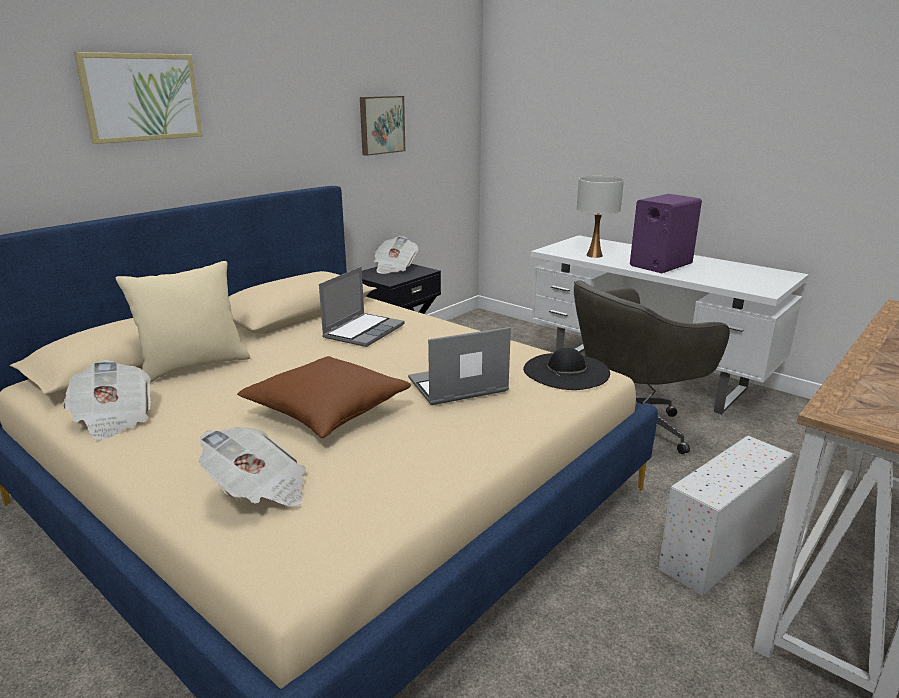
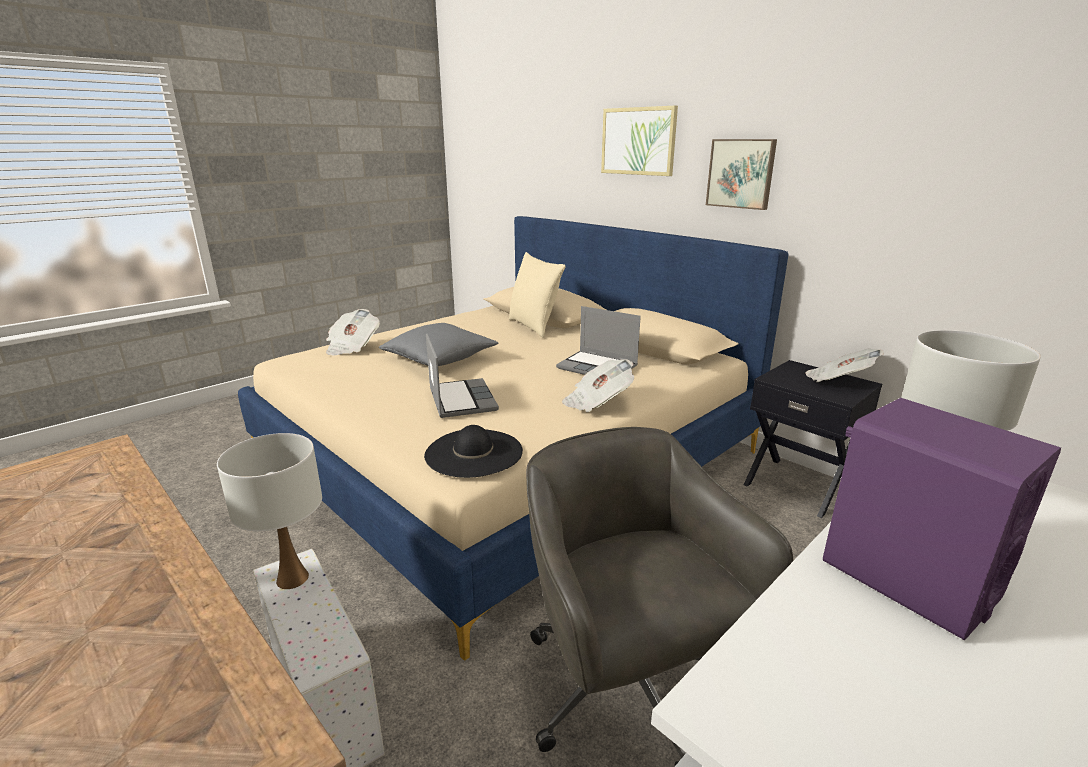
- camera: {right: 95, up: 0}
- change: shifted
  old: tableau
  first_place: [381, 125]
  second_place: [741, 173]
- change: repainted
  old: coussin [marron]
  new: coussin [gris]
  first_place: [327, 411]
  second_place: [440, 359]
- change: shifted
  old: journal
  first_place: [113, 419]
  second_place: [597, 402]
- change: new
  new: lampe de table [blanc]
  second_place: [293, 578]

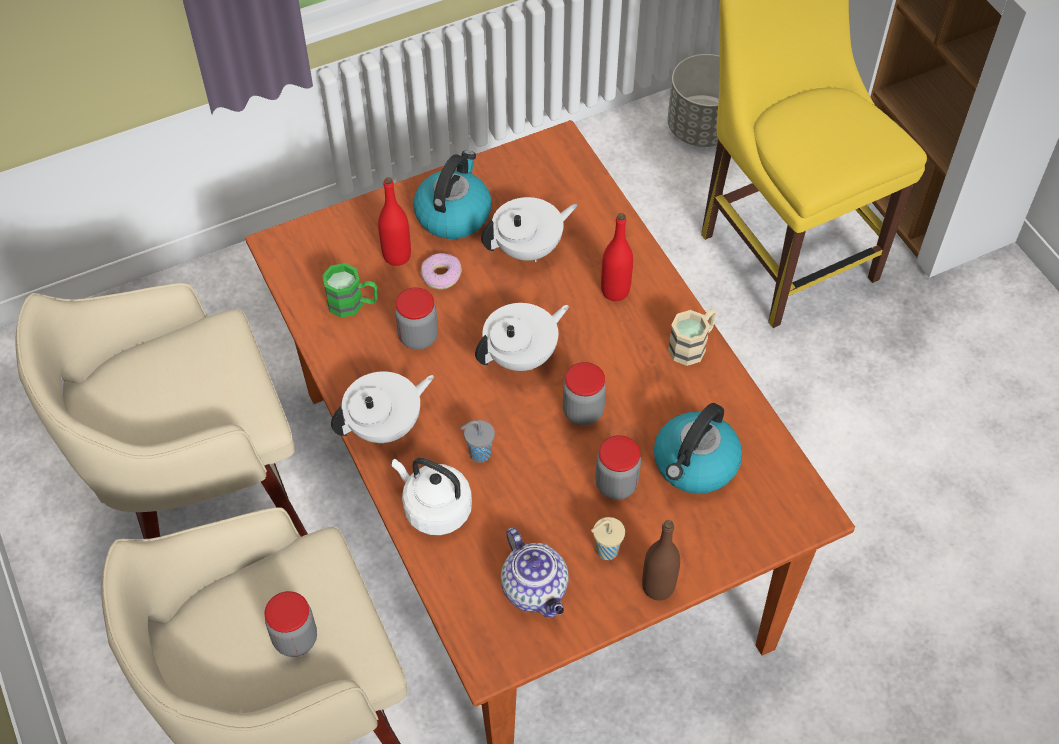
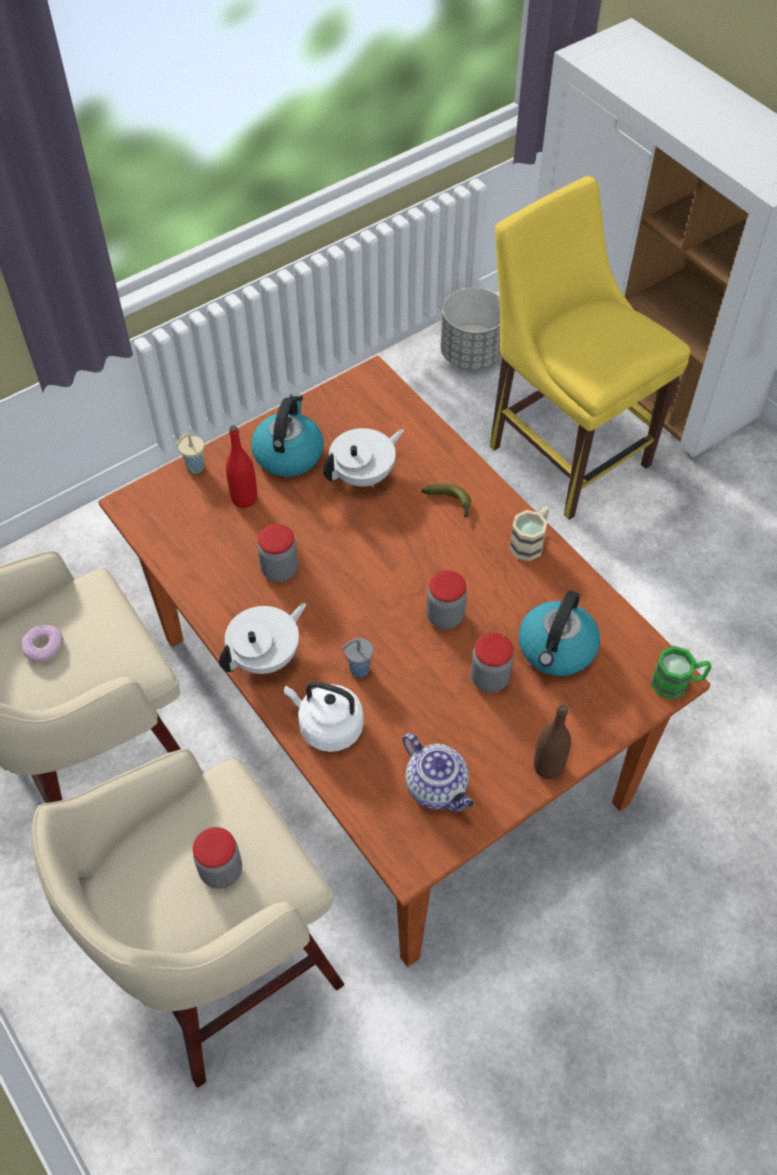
- camera: {right: -10, up: 0}
- change: swapped
  old: bouteille [rouge]
  new: banane
  first_place: [615, 291]
  second_place: [450, 503]
- change: shifted
  old: beignet
  first_place: [441, 275]
  second_place: [43, 647]
- change: shifted
  old: mug [vert]
  first_place: [353, 303]
  second_place: [677, 683]
- change: gone
  old: théière [blanc]
  first_place: [522, 356]
- change: shifted
  old: tasse [beige]
  first_place: [605, 551]
  second_place: [194, 468]

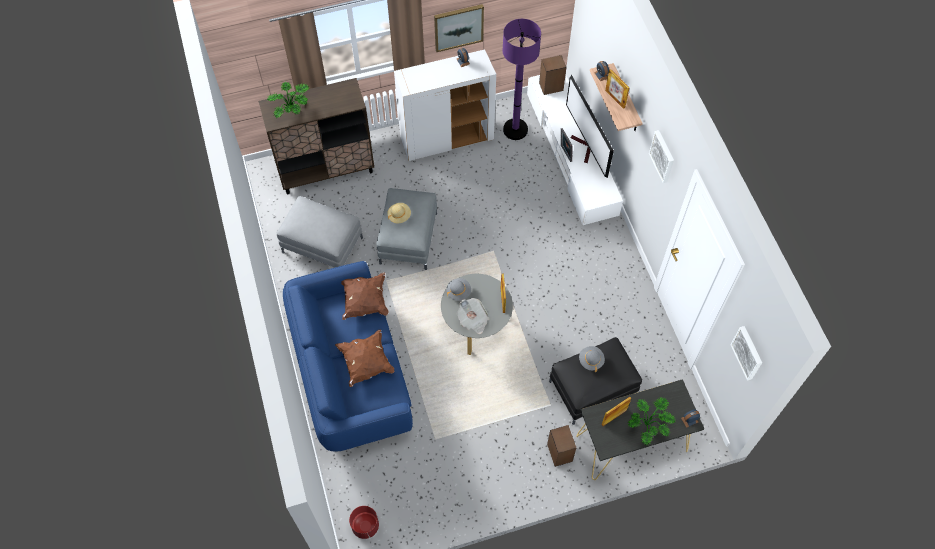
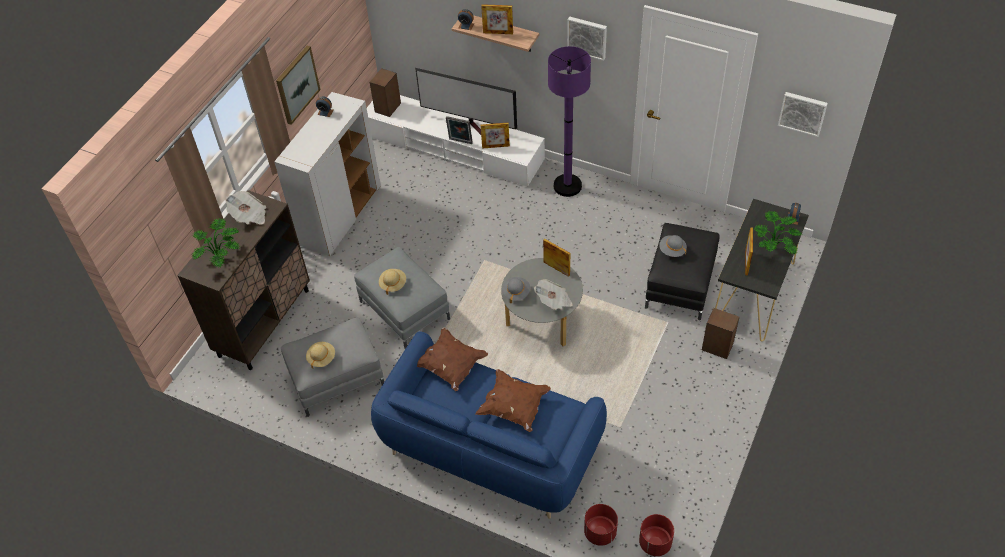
- camera: {right: -45, up: -10}
- change: shifted
  old: lampadaire [violet]
  first_place: [515, 130]
  second_place: [567, 186]
- change: new
  new: cadre photo
  second_place: [495, 146]
- change: new
  new: journal
  second_place: [249, 216]
- change: new
  new: chapeau [beige]
  second_place: [321, 358]
- change: new
  new: cache-pot [rouge]
  second_place: [599, 532]

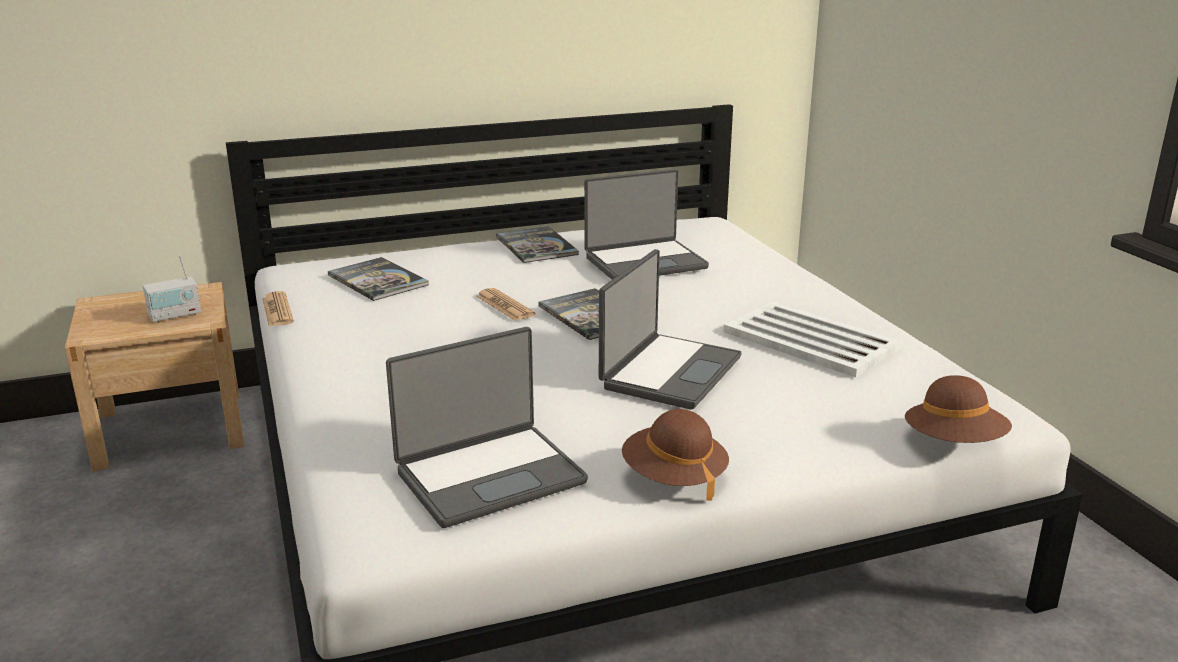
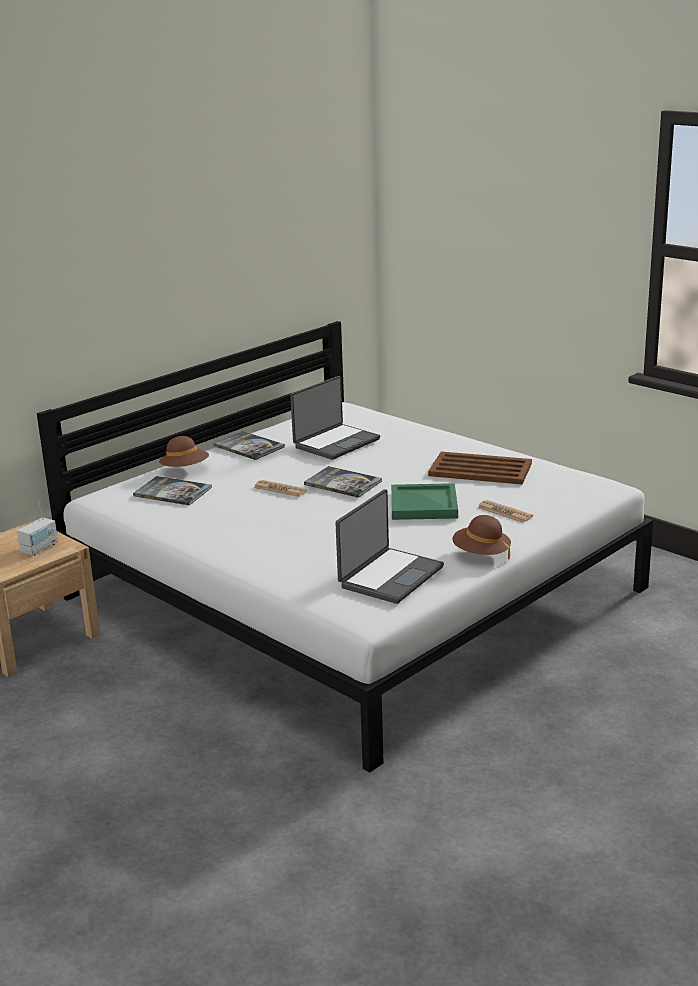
- camera: {right: -25, up: 0}
- change: swapped
  old: ordinateur portable
  new: plateau [vert]
  first_place: [669, 372]
  second_place: [422, 505]
- change: shifted
  old: journal
  first_place: [277, 310]
  second_place: [504, 512]
- change: repainted
  old: plateau [blanc]
  new: plateau [marron]
  first_place: [809, 339]
  second_place: [479, 469]
- change: shifted
  old: chapeau [marron]
  first_place: [954, 443]
  second_place: [185, 469]

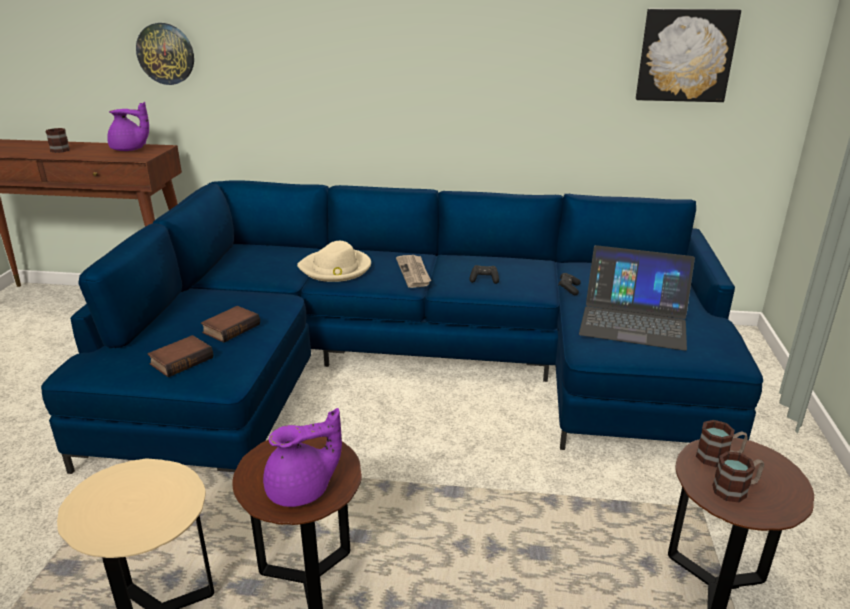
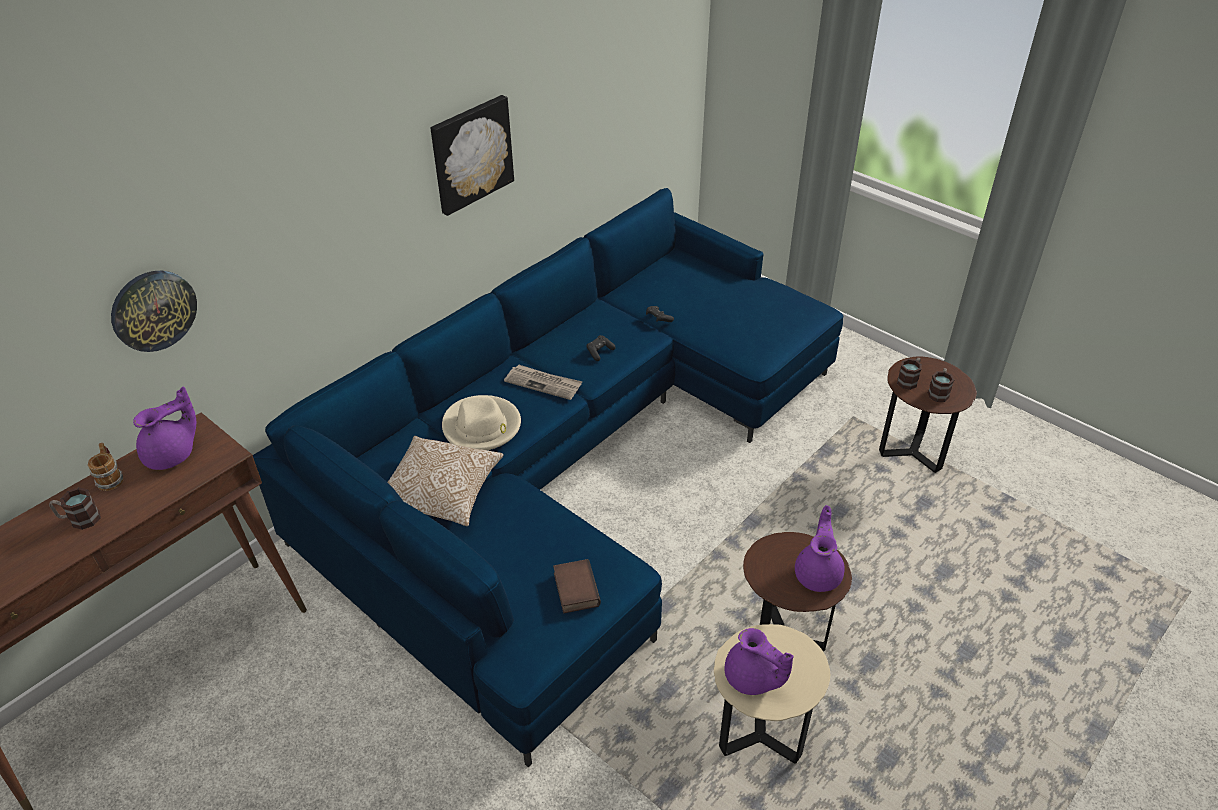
- camera: {right: -55, up: 15}
- change: shifted
  old: tableau
  first_place: [685, 55]
  second_place: [471, 153]
- change: gone
  old: ordinateur portable
  first_place: [633, 321]
- change: gone
  old: livre
  first_place: [231, 328]
- change: new
  new: coussin
  second_place: [441, 493]
- change: new
  new: mug
  second_place: [111, 478]
- change: new
  new: théière [violet]
  second_place: [752, 679]

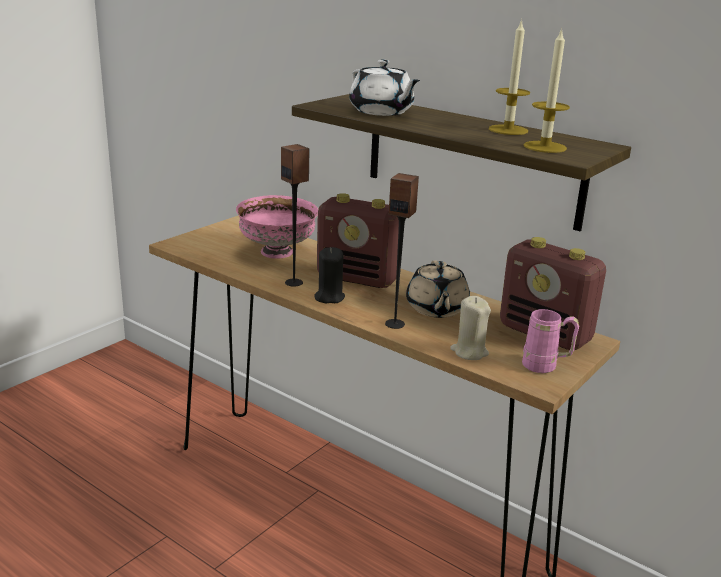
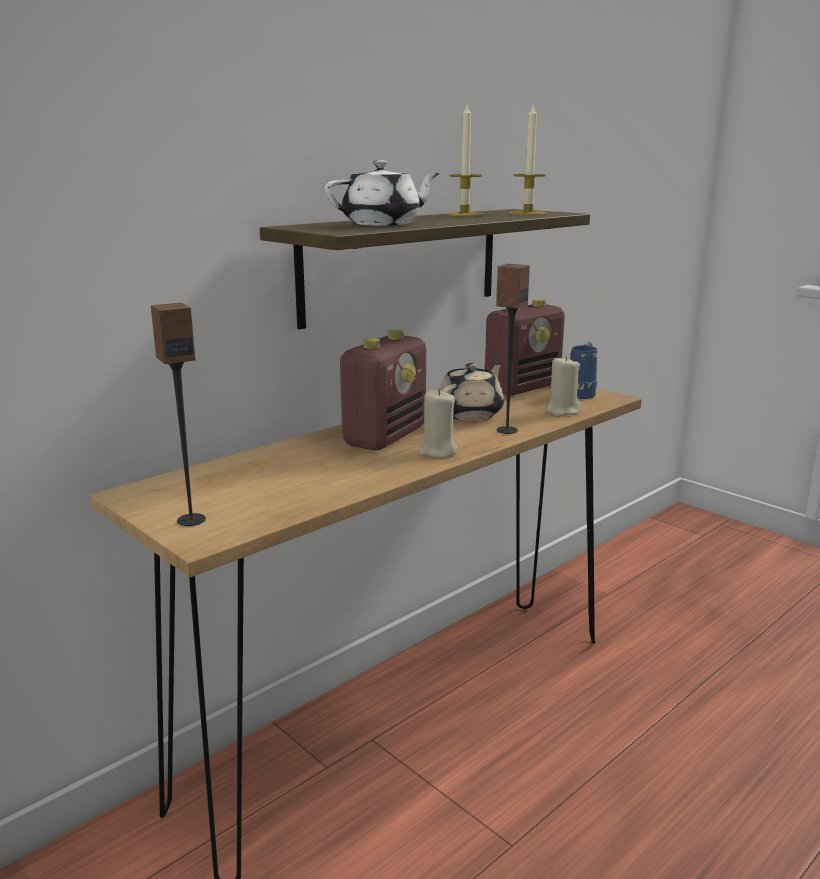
- camera: {right: -80, up: -5}
- change: shifted
  old: enceinte
  first_place: [294, 282]
  second_place: [191, 520]
- change: gone
  old: bol [rose]
  first_place: [278, 253]
- change: repainted
  old: bougie [noir]
  new: bougie [beige]
  first_place: [329, 297]
  second_place: [437, 452]
- change: rotated
  old: théière [beige]
  first_place: [436, 309]
  second_place: [471, 414]
  degrees: -60
- change: repainted
  old: mug [rose]
  new: mug [bleu]
  first_place: [546, 366]
  second_place: [582, 393]

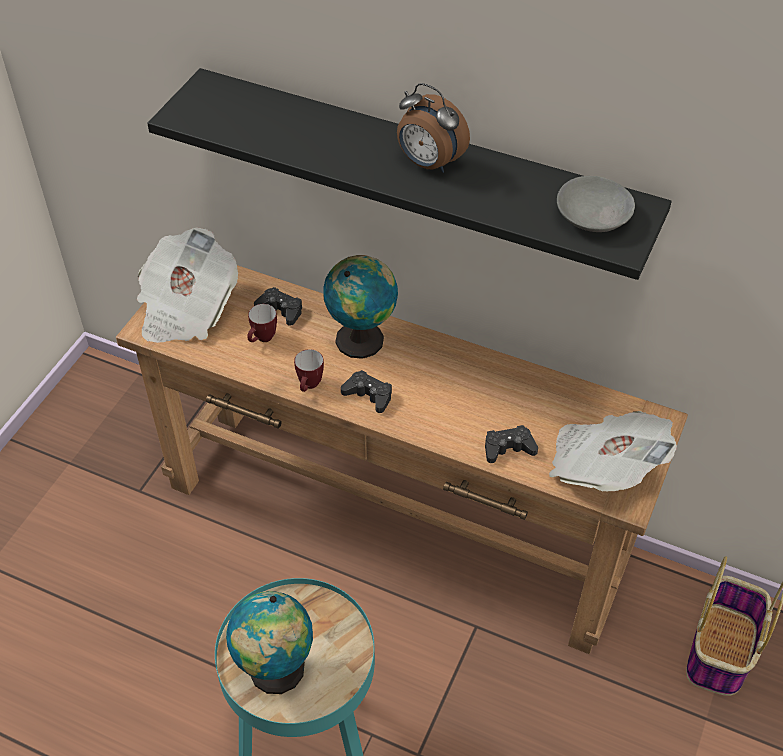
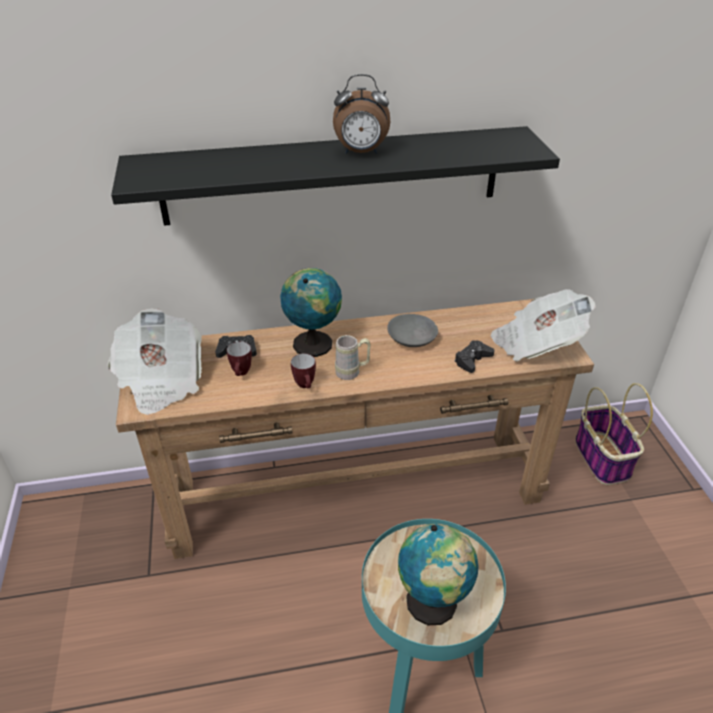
- camera: {right: -35, up: -10}
- change: shifted
  old: bol [gris]
  first_place: [593, 217]
  second_place: [412, 339]
- change: swapped
  old: manette [noir]
  new: mug [beige]
  first_place: [368, 395]
  second_place: [352, 372]

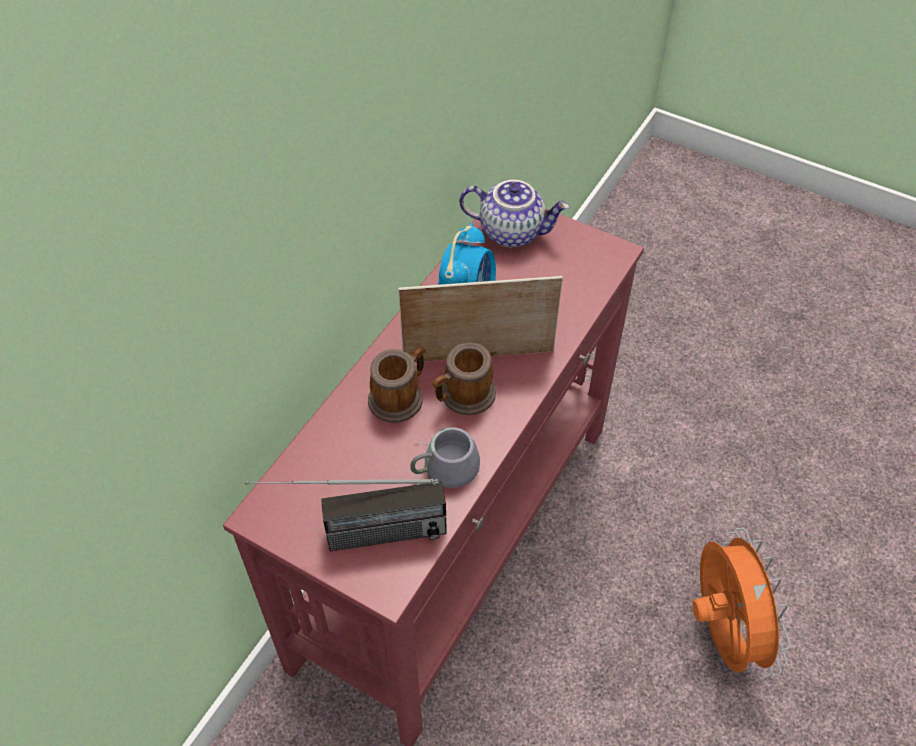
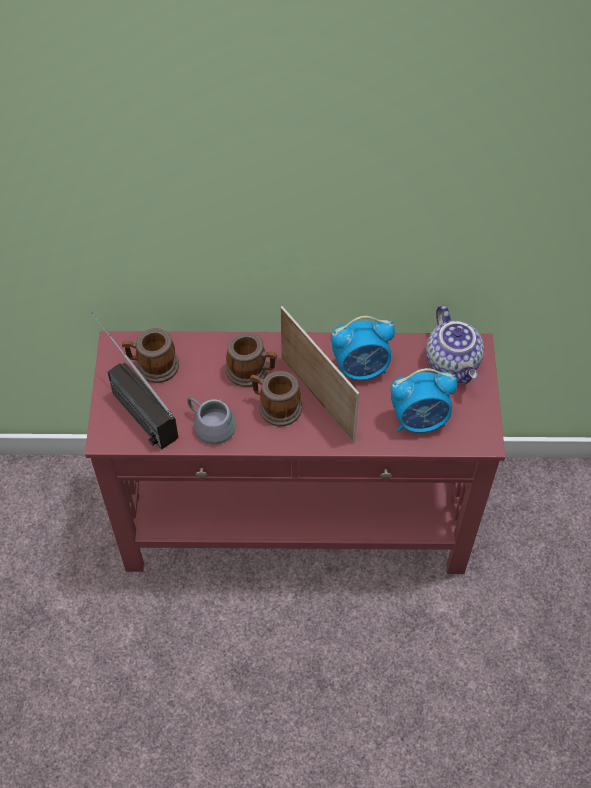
- camera: {right: 60, up: 5}
- change: gone
  old: ventilateur [orange]
  first_place: [720, 632]
- change: new
  new: mug
  second_place: [152, 366]
- change: new
  new: réveil
  second_place: [419, 420]

